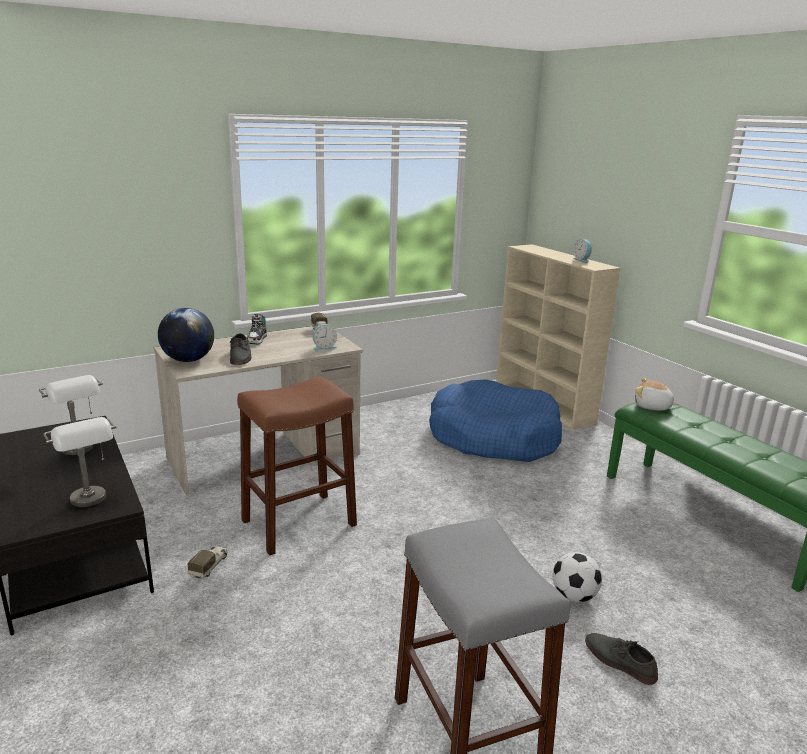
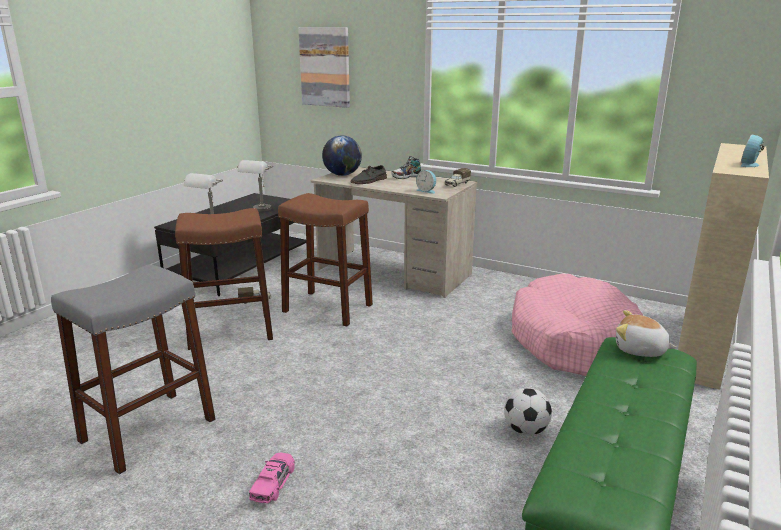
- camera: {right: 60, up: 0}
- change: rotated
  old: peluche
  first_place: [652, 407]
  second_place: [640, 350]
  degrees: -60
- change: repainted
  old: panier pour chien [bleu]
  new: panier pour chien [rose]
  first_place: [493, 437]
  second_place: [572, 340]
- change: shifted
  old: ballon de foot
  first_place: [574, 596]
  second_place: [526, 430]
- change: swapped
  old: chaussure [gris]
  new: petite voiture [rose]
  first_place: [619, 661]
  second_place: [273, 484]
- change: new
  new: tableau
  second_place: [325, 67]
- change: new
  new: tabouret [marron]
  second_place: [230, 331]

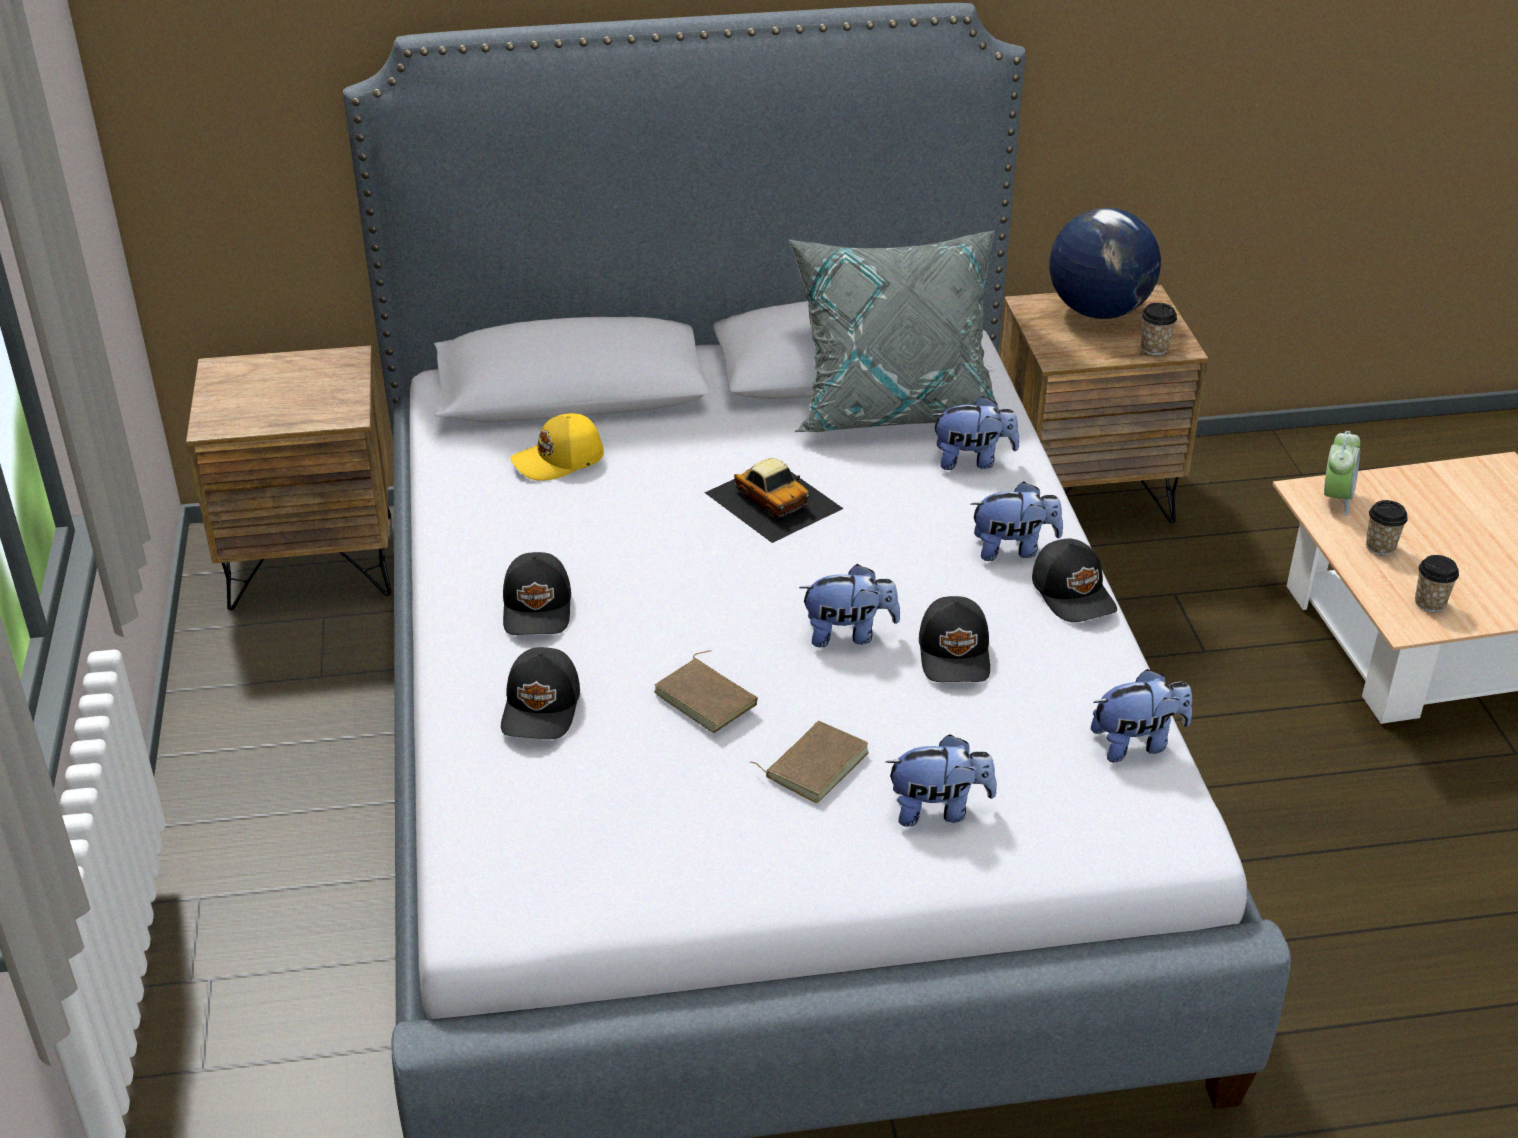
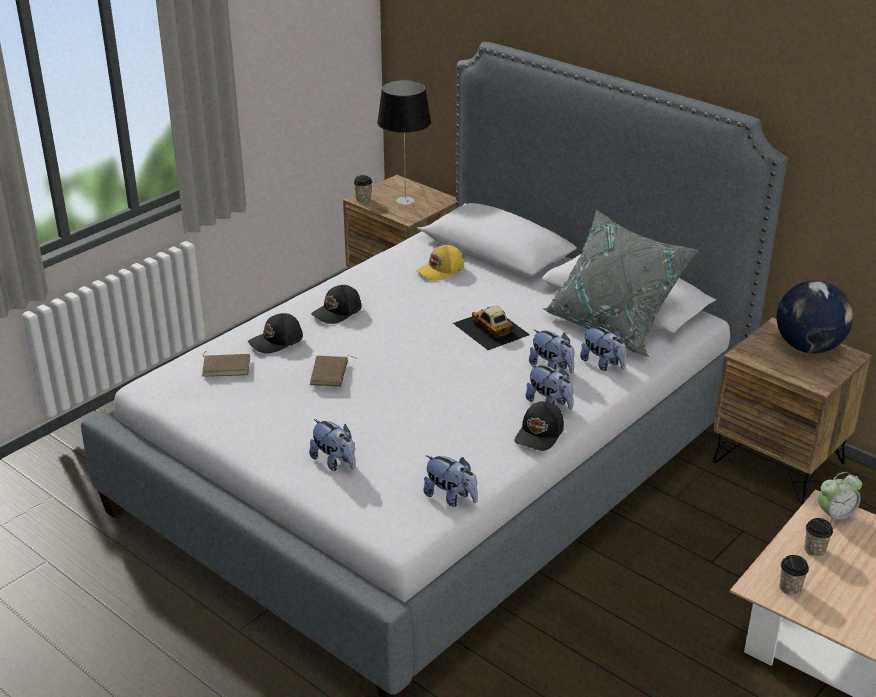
- camera: {right: 50, up: -5}
- change: shifted
  old: tasse
  first_place: [1154, 348]
  second_place: [363, 200]
- change: rotated
  old: casquette [jaune]
  first_place: [559, 460]
  second_place: [441, 270]
  degrees: -60
- change: rotated
  old: petite voiture
  first_place: [773, 500]
  second_place: [491, 329]
  degrees: 135
- change: shifted
  old: peluche
  first_place: [848, 634]
  second_place: [552, 368]
- change: gone
  old: casquette [noir]
  first_place: [956, 654]
- change: shifted
  old: livre [marron]
  first_place: [814, 764]
  second_place: [227, 366]
- change: new
  new: lampe de table
  second_place: [404, 200]

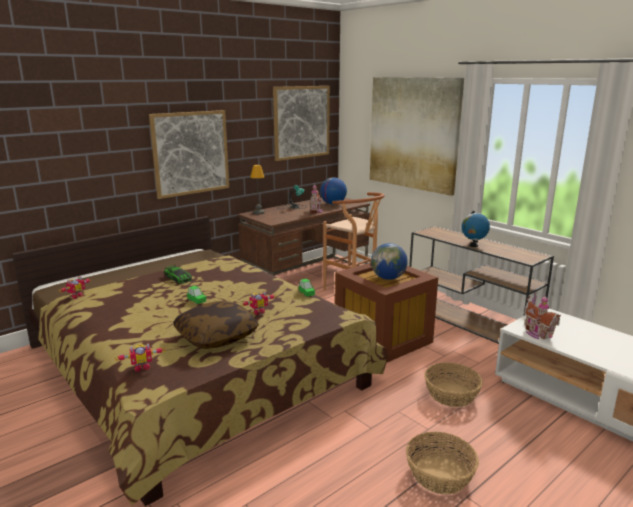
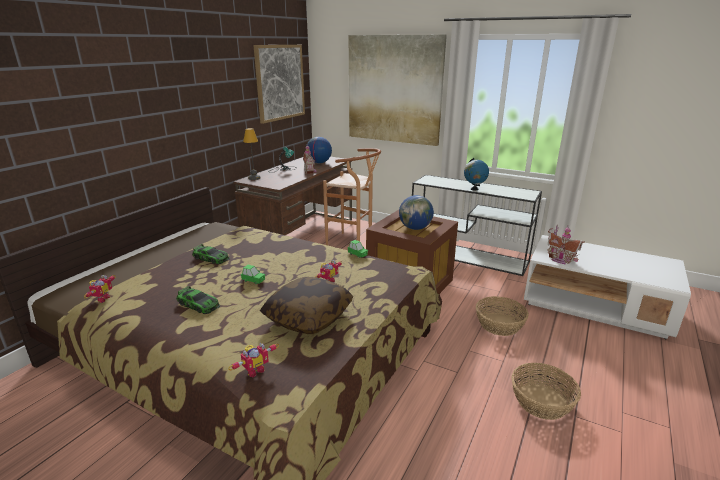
- camera: {right: -20, up: 5}
- change: gone
  old: tableau
  first_place: [190, 153]
- change: repainted
  old: table console [marron]
  new: table console [blanc]
  first_place: [471, 322]
  second_place: [469, 256]
- change: new
  new: petite voiture
  second_place: [198, 304]

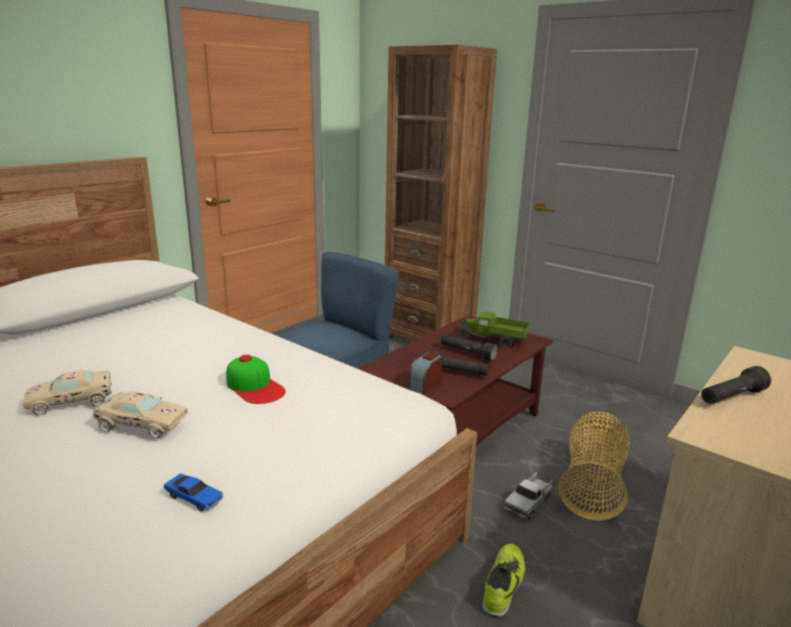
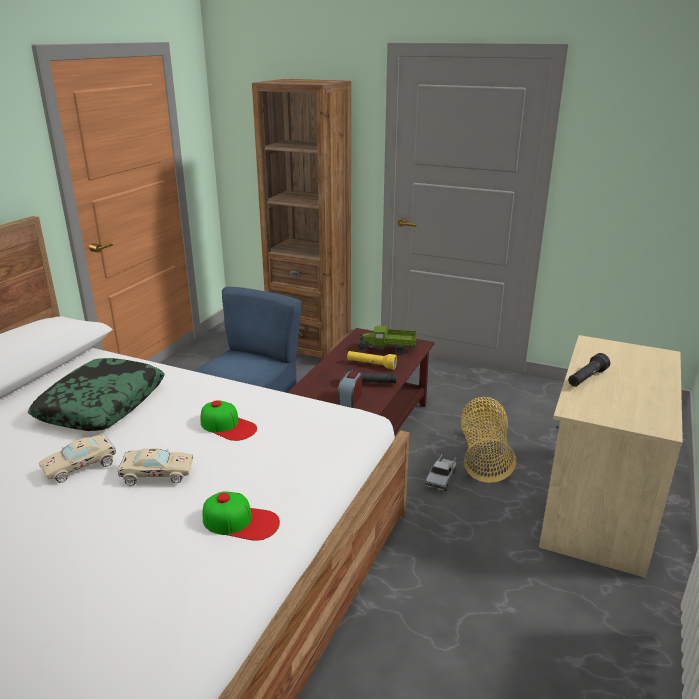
- camera: {right: -15, up: 5}
- change: repainted
  old: lampe de poche [noir]
  new: lampe de poche [jaune]
  first_place: [467, 353]
  second_place: [371, 365]
- change: swapped
  old: petite voiture
  new: casquette
  first_place: [194, 498]
  second_place: [241, 521]
- change: gone
  old: chaussure
  first_place: [503, 585]
- change: new
  new: coussin
  second_place: [102, 404]

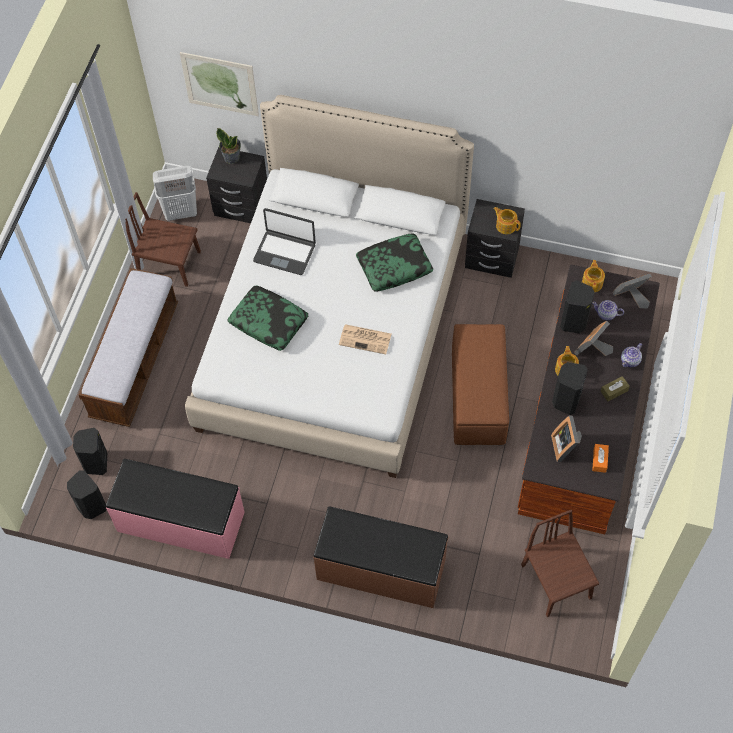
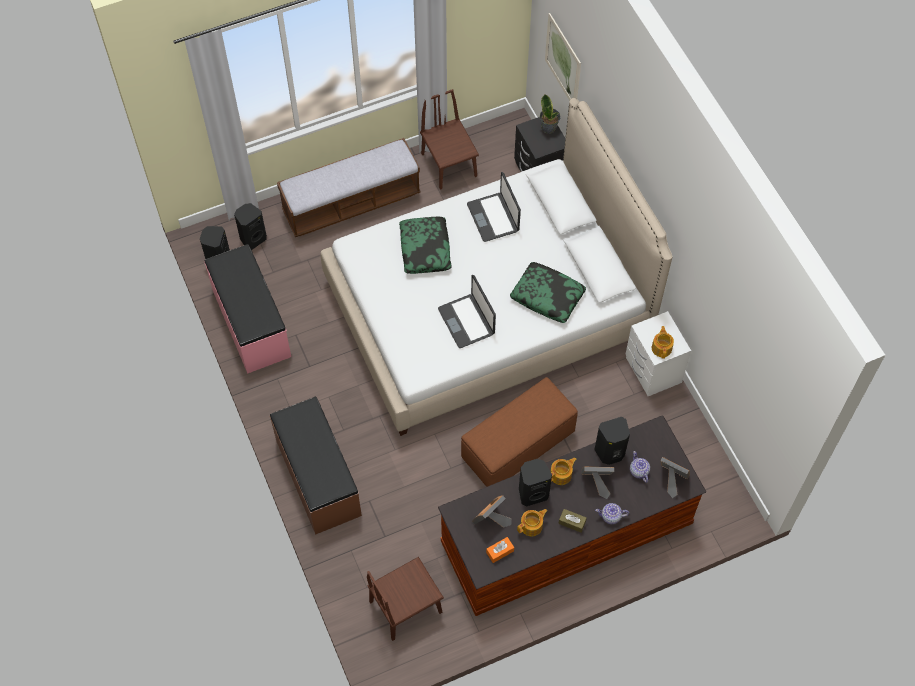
- camera: {right: 50, up: 0}
- change: gone
  old: panier à linge [blanc]
  first_place: [181, 212]
- change: repainted
  old: table de chevet [noir]
  new: table de chevet [blanc]
  first_place: [492, 258]
  second_place: [653, 370]
- change: shifted
  old: théière
  first_place: [592, 283]
  second_place: [532, 526]
- change: swapped
  old: journal
  new: ordinateur portable
  first_place: [366, 339]
  second_place: [467, 321]
- change: rotated
  old: chaise [marron]
  first_place: [556, 581]
  second_place: [405, 606]
  degrees: -150

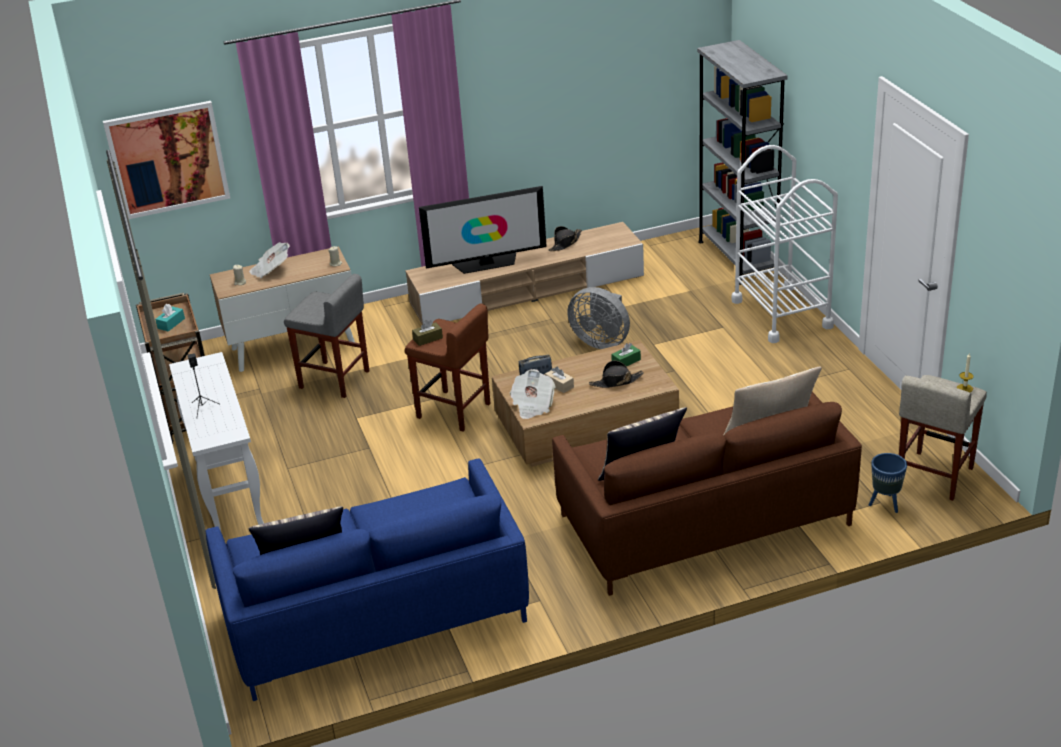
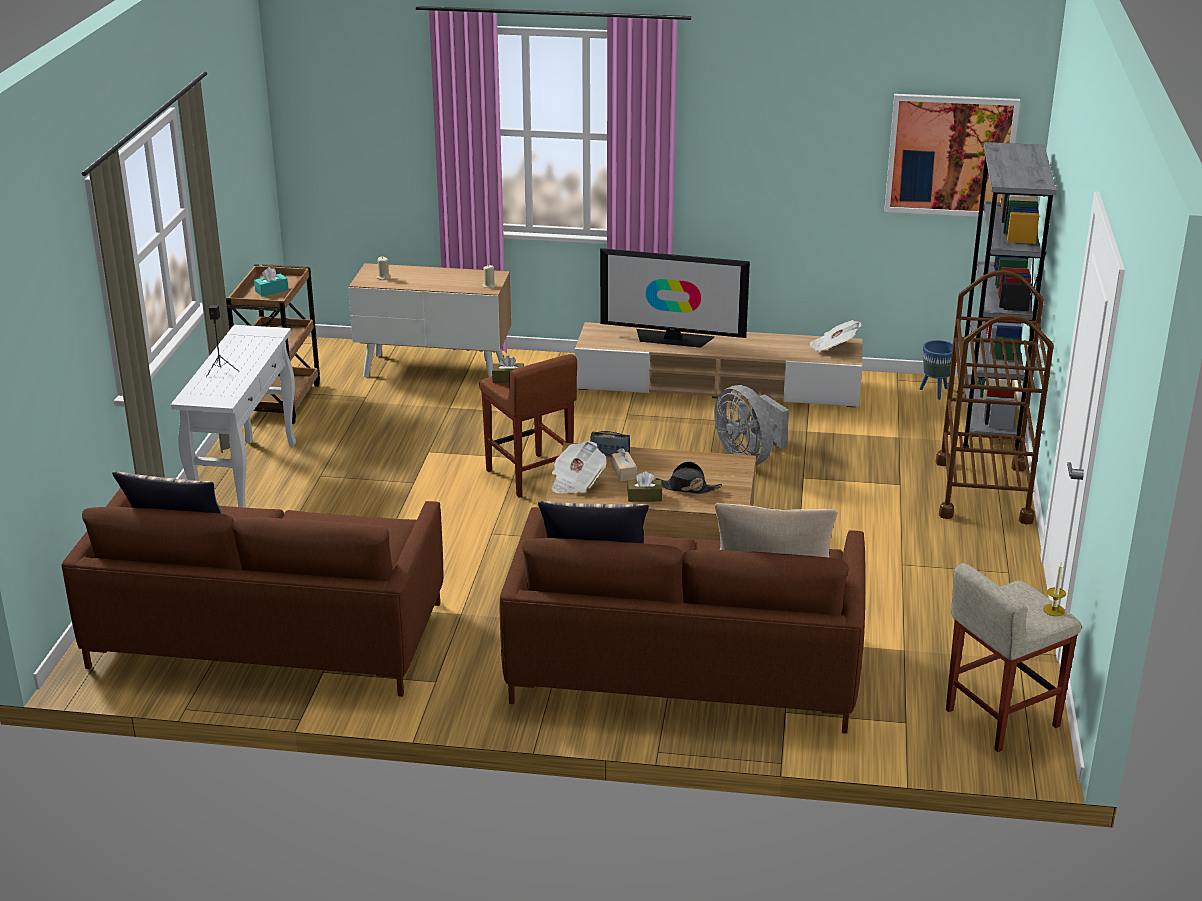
- camera: {right: 25, up: -5}
- change: shifted
  old: tableau
  first_place: [168, 159]
  second_place: [950, 155]
- change: repainted
  old: chariot [blanc]
  new: chariot [marron]
  first_place: [781, 313]
  second_place: [983, 491]
- change: gone
  old: chapeau [noir]
  first_place: [565, 243]
- change: shifted
  old: journal
  first_place: [271, 270]
  second_place: [833, 348]
- change: gone
  old: tabouret [gris]
  first_place: [335, 380]
- change: gone
  old: boîte à mouchoirs [vert]
  first_place: [626, 361]
- change: shifted
  old: cache-pot [bleu]
  first_place: [885, 504]
  second_place: [935, 392]
- change: repainted
  old: canapé [bleu]
  new: canapé [marron]
  first_place: [375, 614]
  second_place: [267, 634]
- change: new
  new: boîte à mouchoirs [marron]
  second_place: [644, 497]

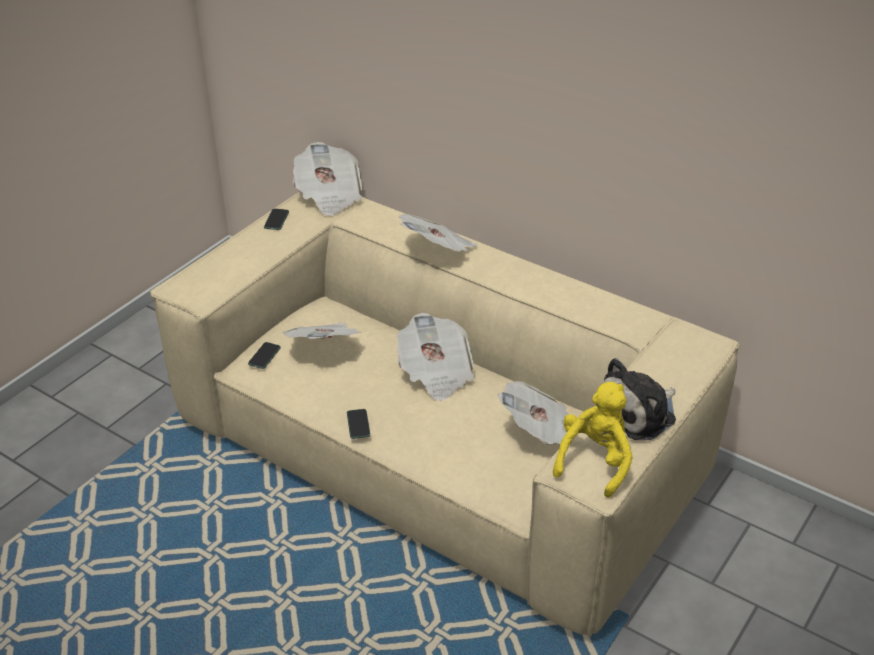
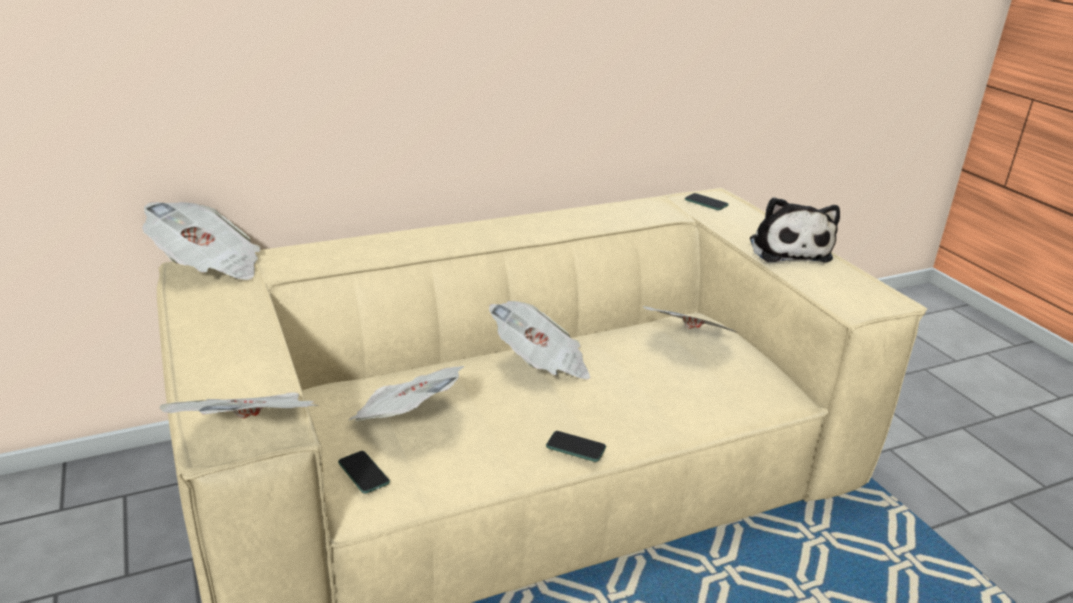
- camera: {right: -60, up: -10}
- change: shifted
  old: téléphone
  first_place: [276, 220]
  second_place: [706, 202]
- change: shifted
  old: journal
  first_place: [438, 251]
  second_place: [252, 435]
- change: gone
  old: peluche [jaune]
  first_place: [595, 461]

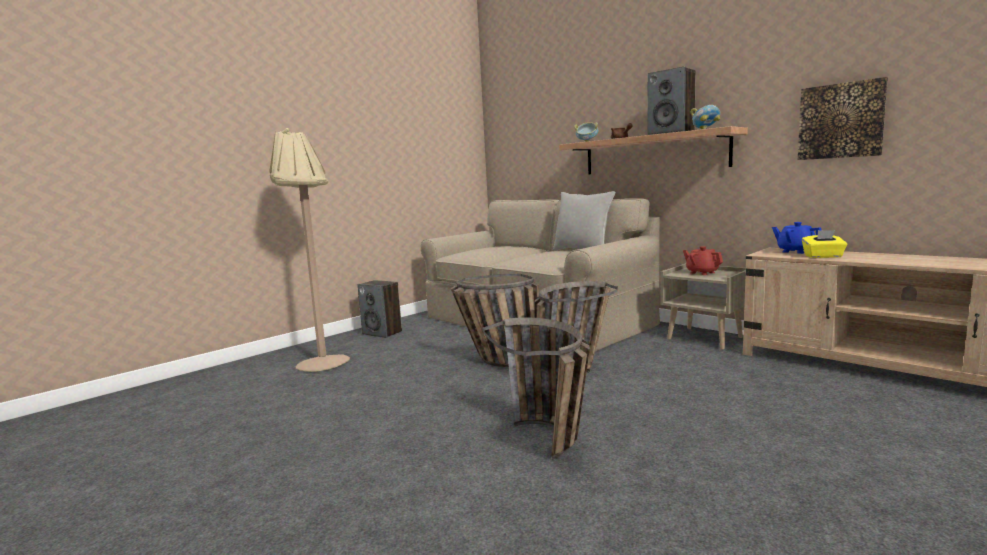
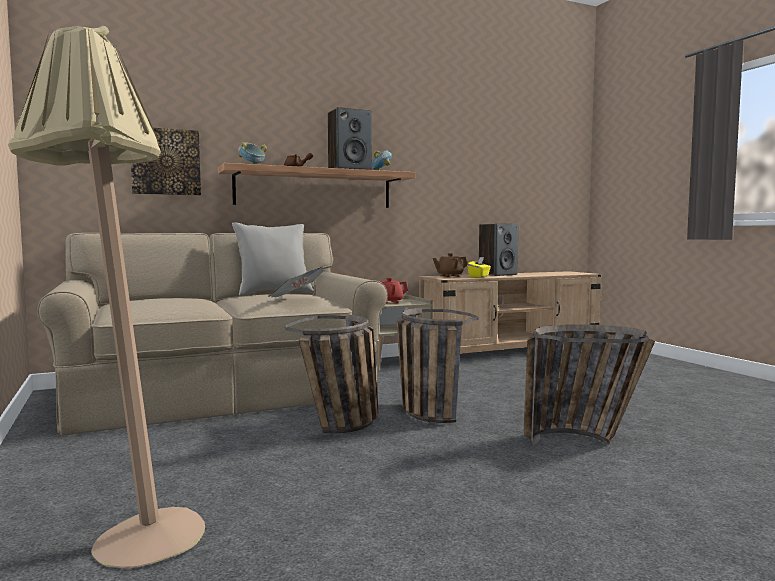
- camera: {right: -70, up: -5}
- change: shifted
  old: tableau
  first_place: [841, 121]
  second_place: [165, 162]
- change: repainted
  old: théière [bleu]
  new: théière [marron]
  first_place: [795, 251]
  second_place: [449, 276]
- change: shifted
  old: enceinte
  first_place: [382, 333]
  second_place: [497, 274]
- change: new
  new: journal
  second_place: [296, 299]

